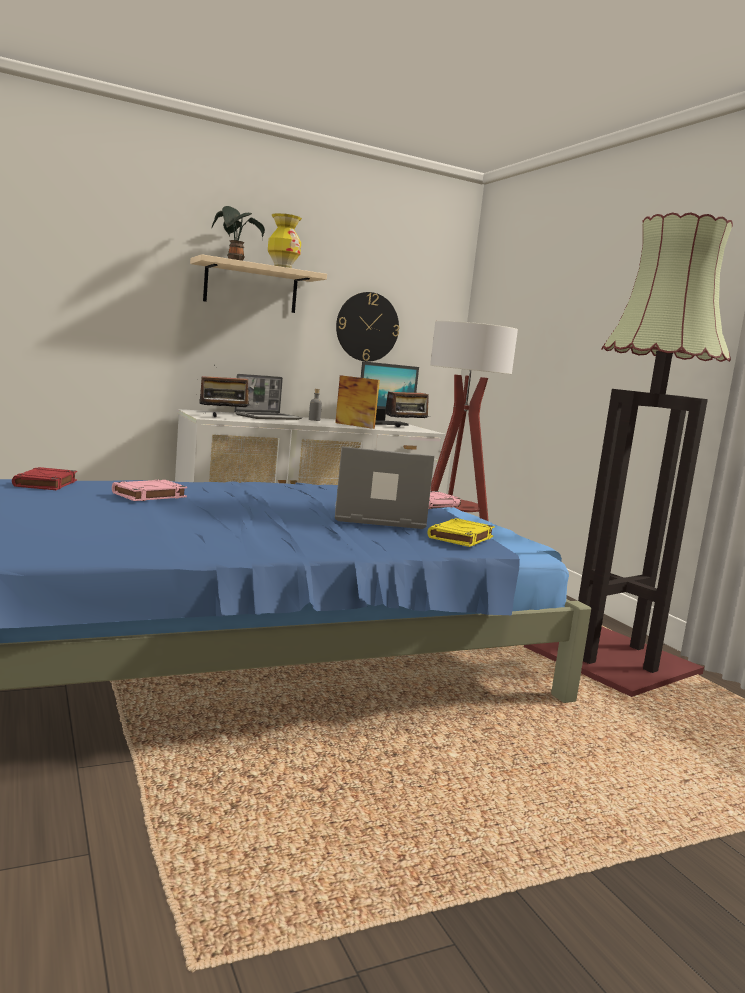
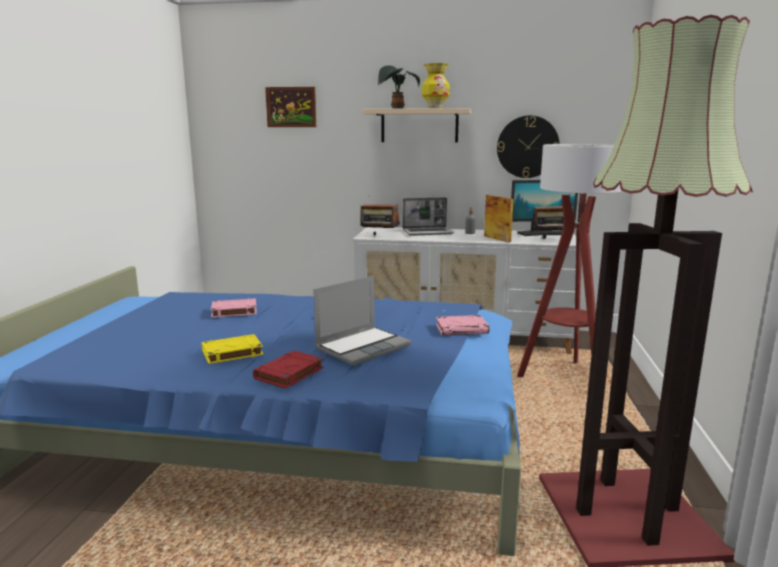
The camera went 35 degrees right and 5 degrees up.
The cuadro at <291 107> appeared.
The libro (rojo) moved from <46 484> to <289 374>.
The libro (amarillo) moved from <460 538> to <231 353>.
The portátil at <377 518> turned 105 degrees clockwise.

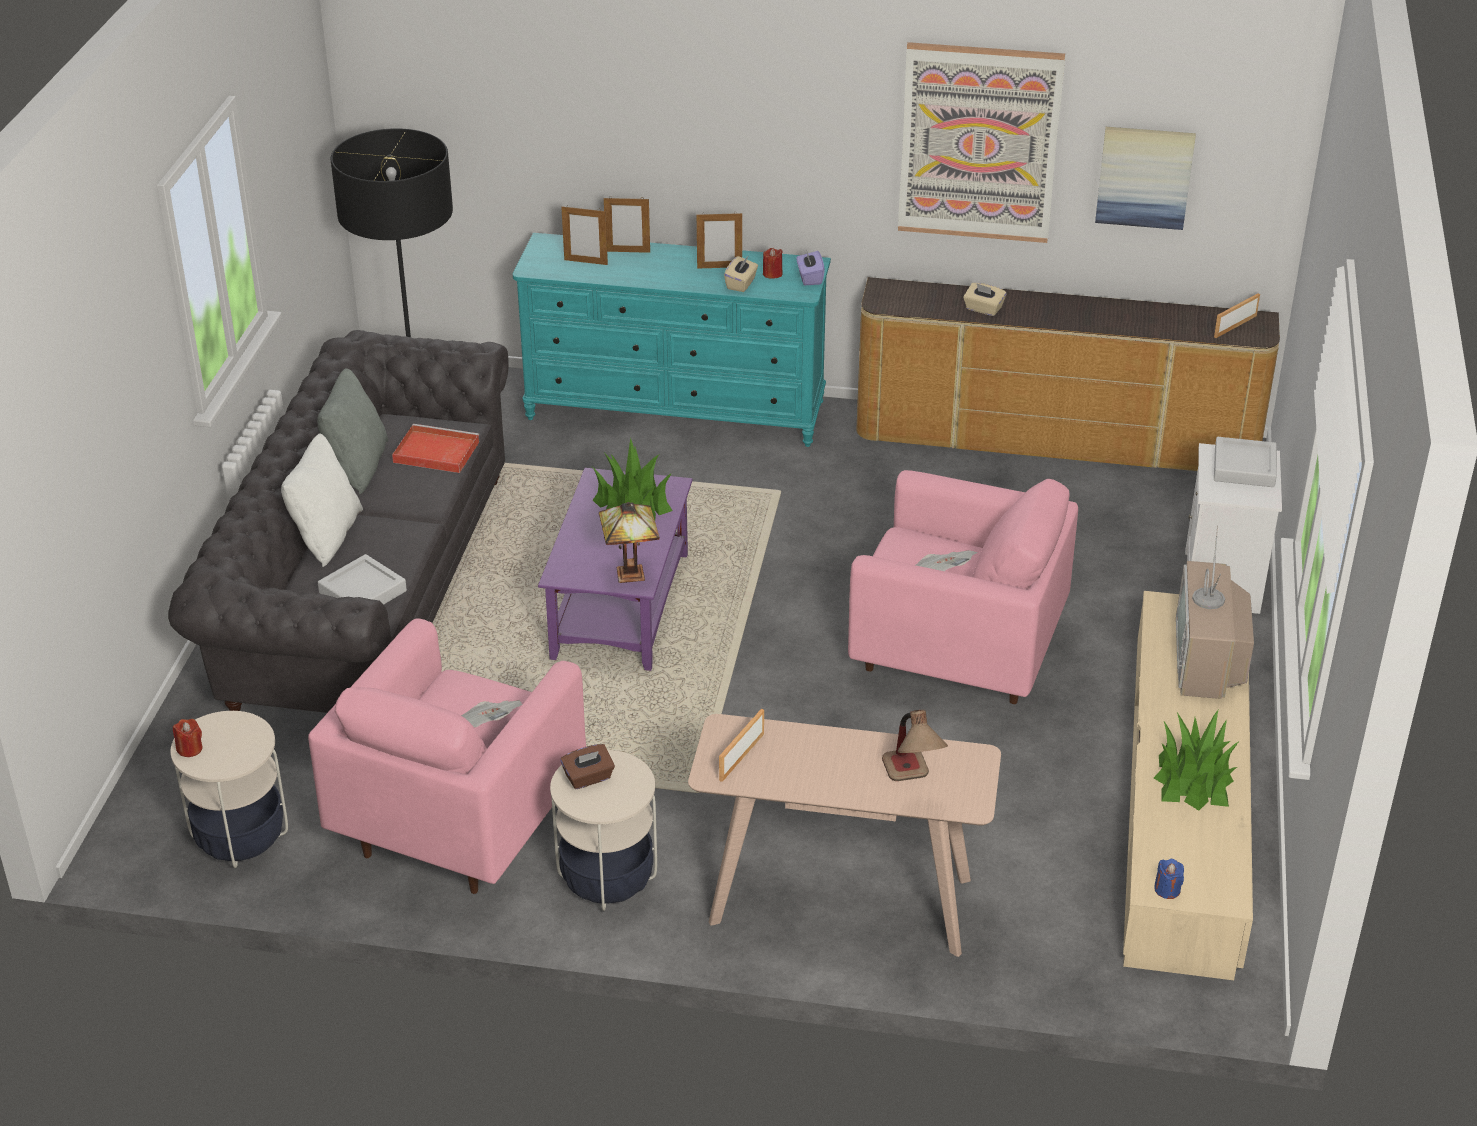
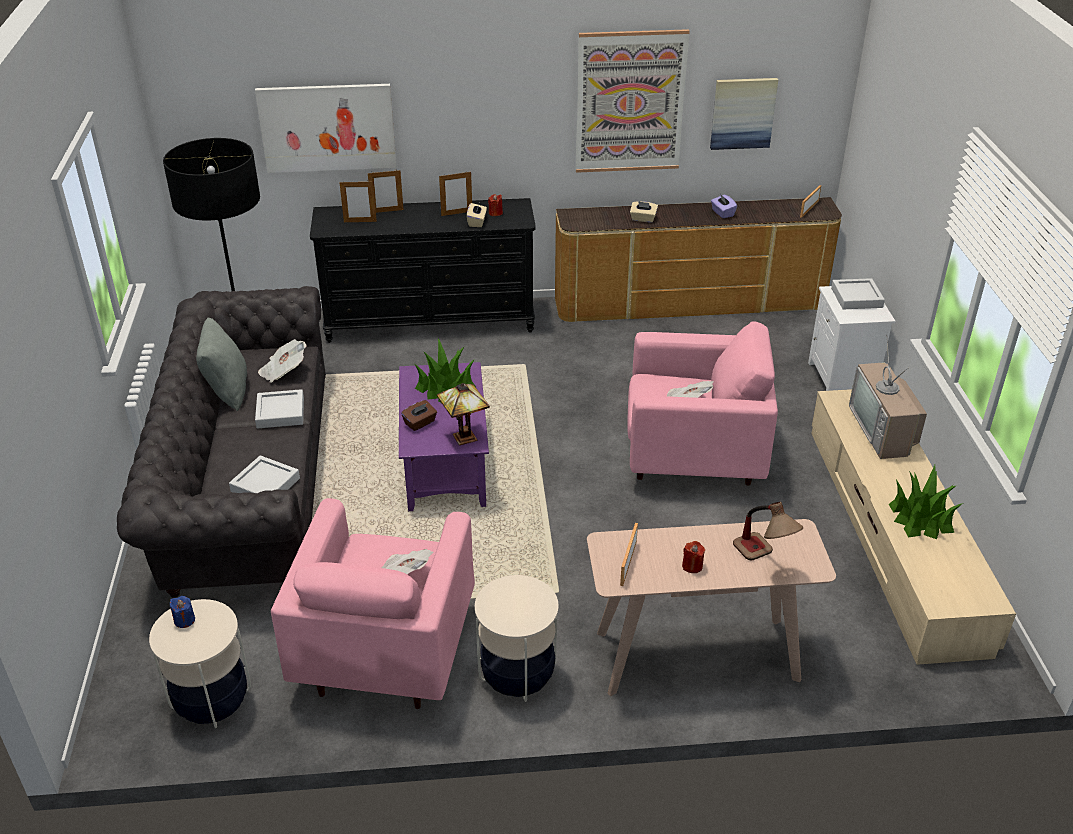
The camera went 15 degrees left and 0 degrees up.
The cojín (blanco) at <326 536> disappeared.
The cuadro at <327 127> appeared.
The bandeja (gris) at <280 413> appeared.
The vela (rojo) moved from <190 749> to <692 566>.
The caja de pañuelos (marrón) moved from <588 778> to <420 423>.
The caja de pañuelos (morado) moved from <809 278> to <722 213>.
The vela (azul) moved from <1167 889> to <184 620>.
The bandeja (rojo) at <434 452> was replaced by the periódico at <283 372>.
The cómoda (turquesa) at <676 411> became the cómoda (negro) at <431 322>.

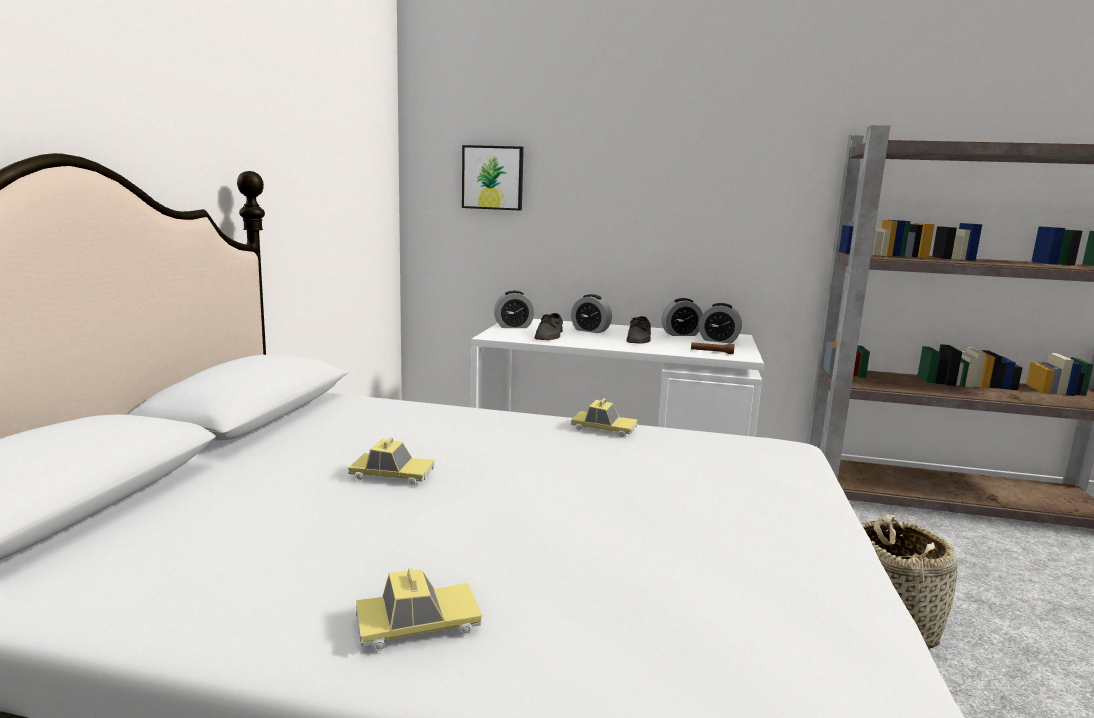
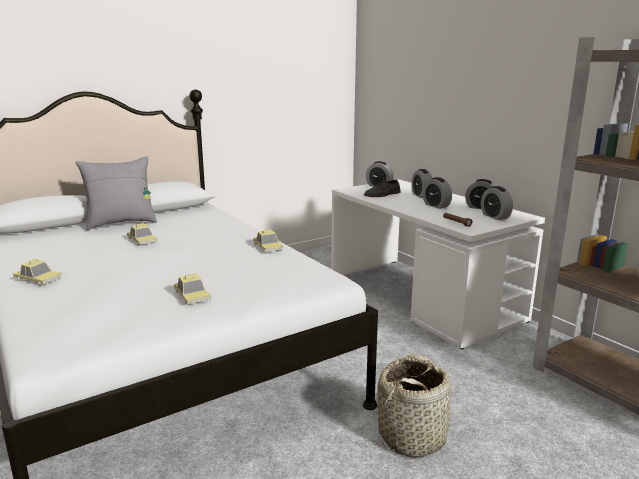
The camera went 45 degrees right and 5 degrees up.
The cuadro at <493 178> disappeared.
The cojín (gris) at <121 224> appeared.
The coche de juguete at <192 296> appeared.
The zapato (gris) at <639 339> was replaced by the despertador at <436 205>.

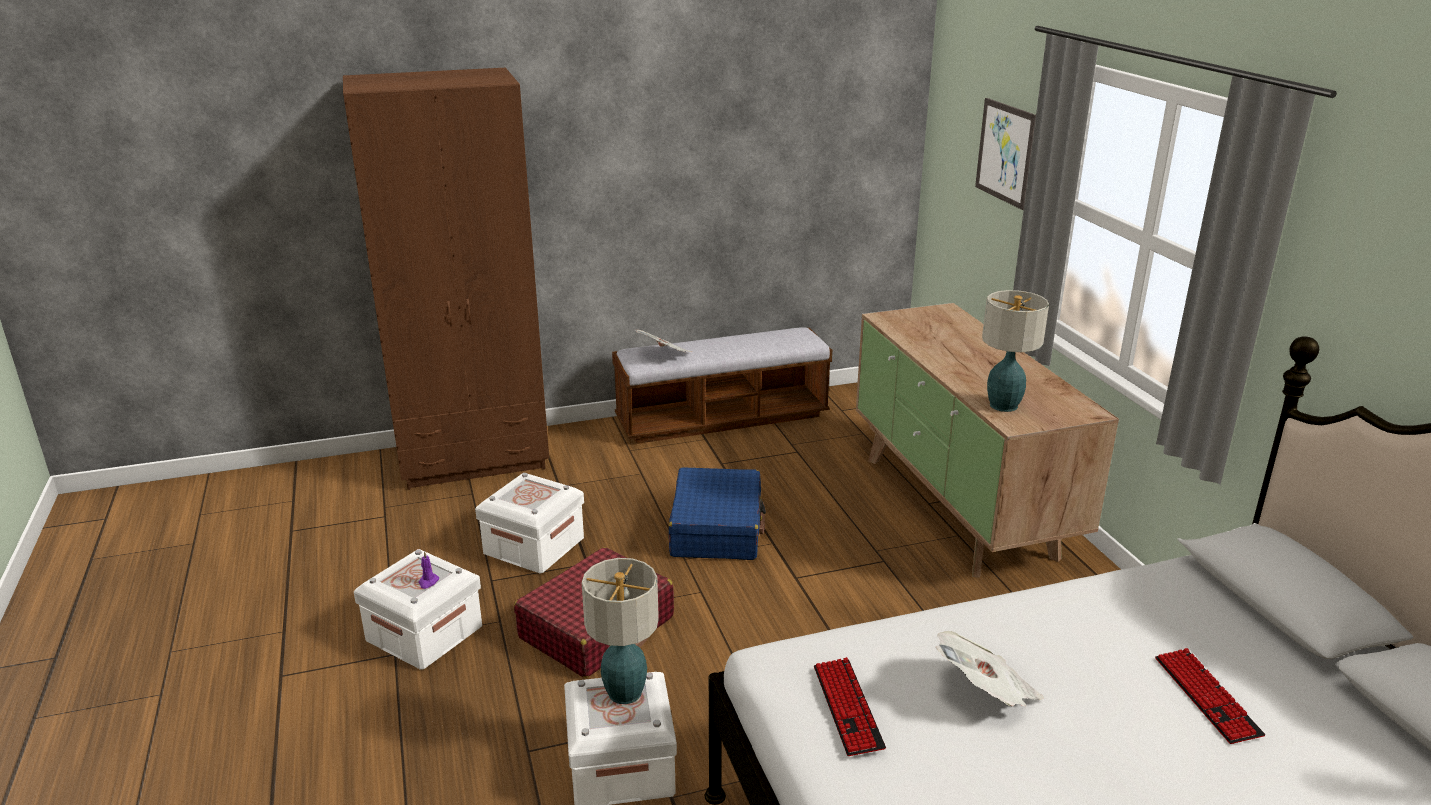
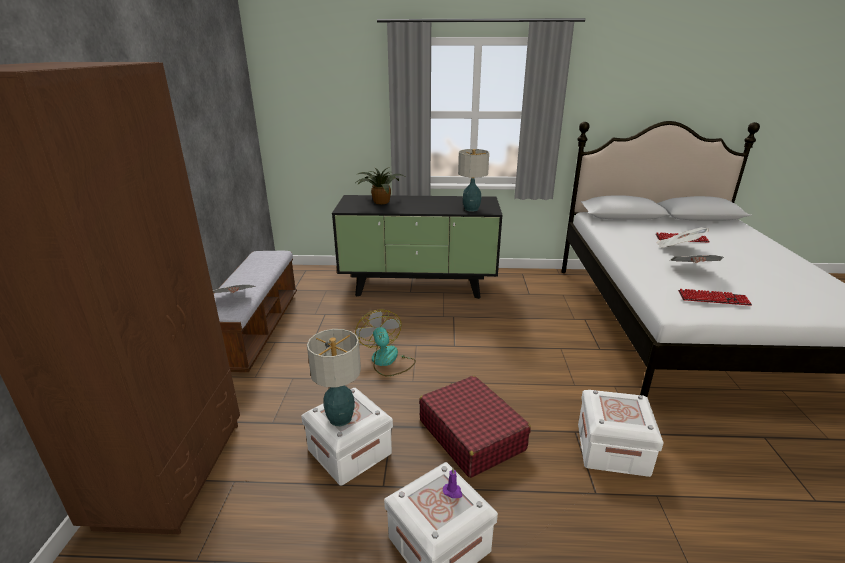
The camera went 70 degrees left and 0 degrees up.
The cuadro at <1005 152> disappeared.
The planta en maceta at <380 202> appeared.
The periódico at <678 248> appeared.
The lámpara de mesa moved from <624 692> to <339 418>.
The maleta (azul) at <717 529> was replaced by the ventilador at <387 361>.
The cómoda (verde) at <960 506> became the cómoda (negro) at <418 285>.

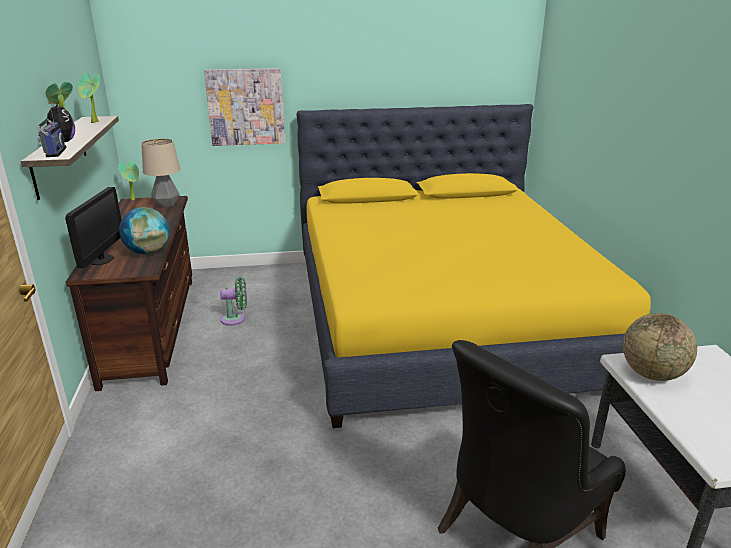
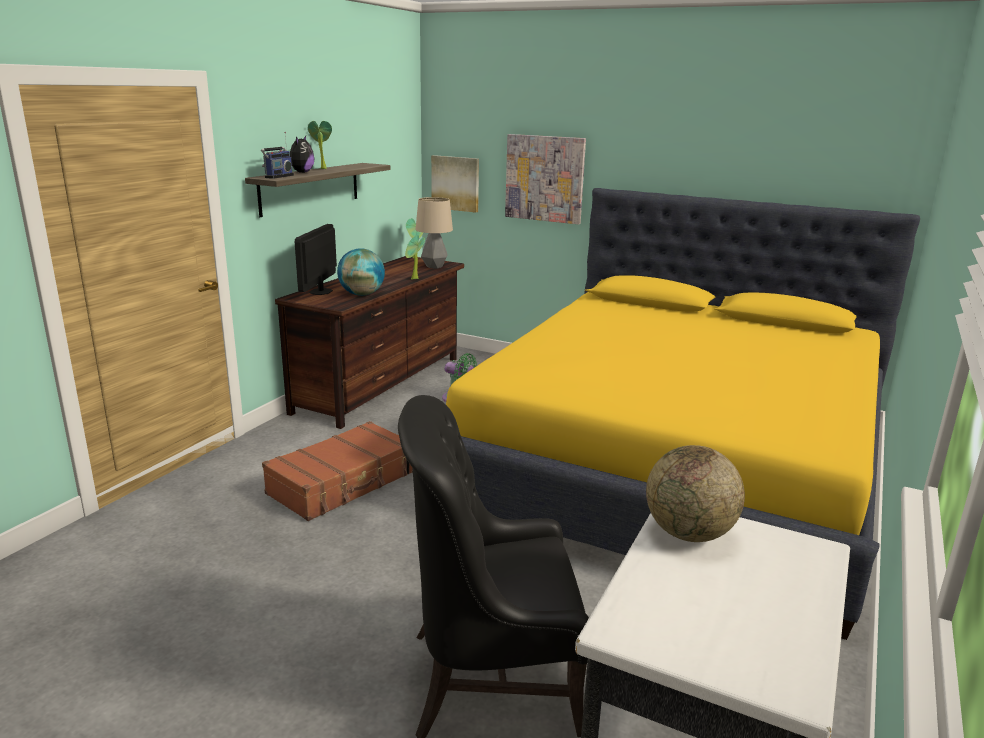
The camera went 35 degrees right and 5 degrees down.
The maleta (marrón) at <343 483> appeared.
The cuadro at <456 183> appeared.
The planta en maceta moved from <95 122> to <414 279>.
The monitor at <101 259> turned 150 degrees clockwise.

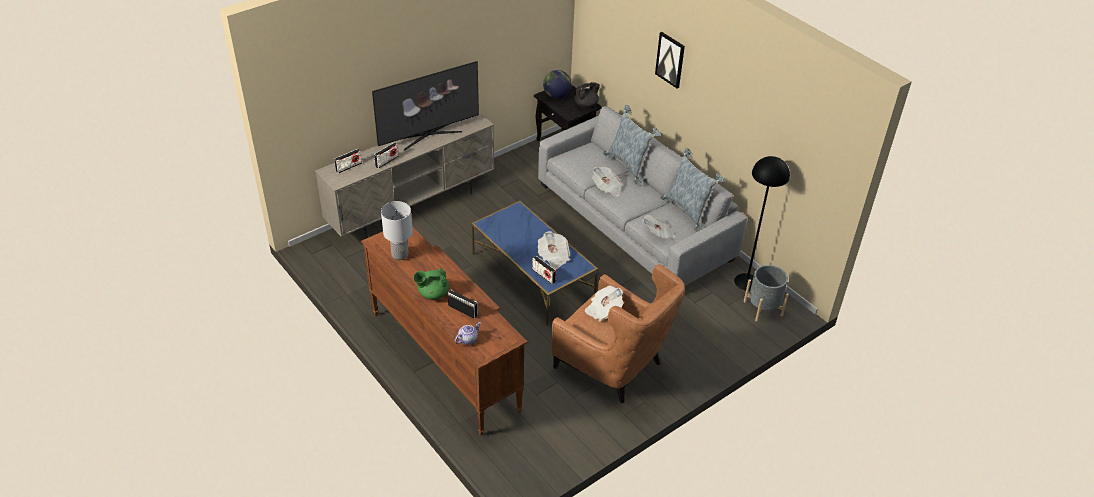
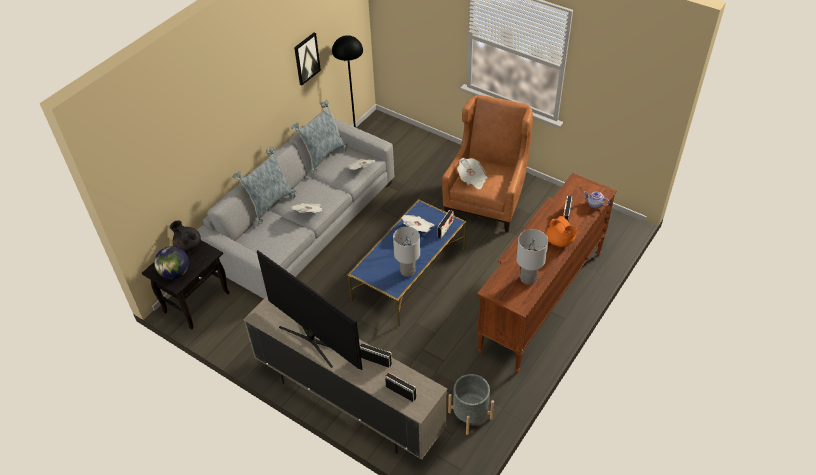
The camera went 105 degrees left and 5 degrees up.
The lámpara de mesa (gris) at <407 272> appeared.
The cuadro moved from <670 59> to <306 58>.
The maceta (gris) moved from <763 308> to <470 415>.
The tetera (verde) at <433 293> became the tetera (naranja) at <560 241>.

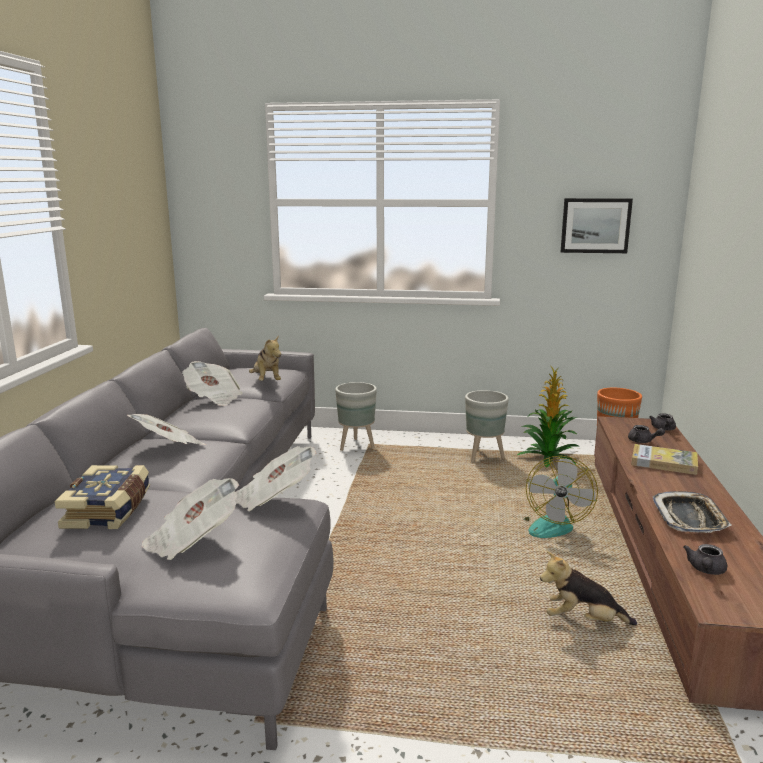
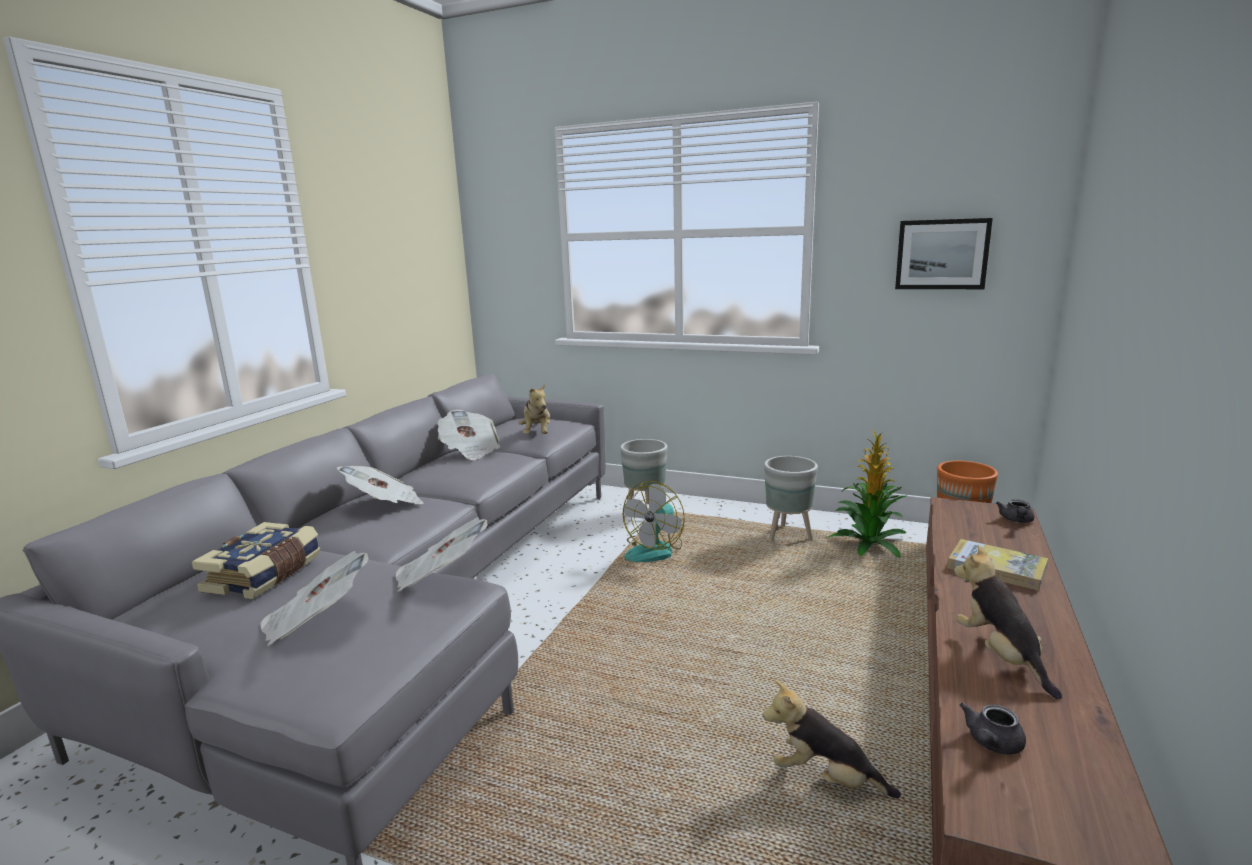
The camera went 15 degrees right and 0 degrees up.
The tetera (gris) at <643 441> disappeared.
The ventilador moved from <551 524> to <655 550>.
The bandeja at <689 518> was replaced by the peluche at <1000 656>.

